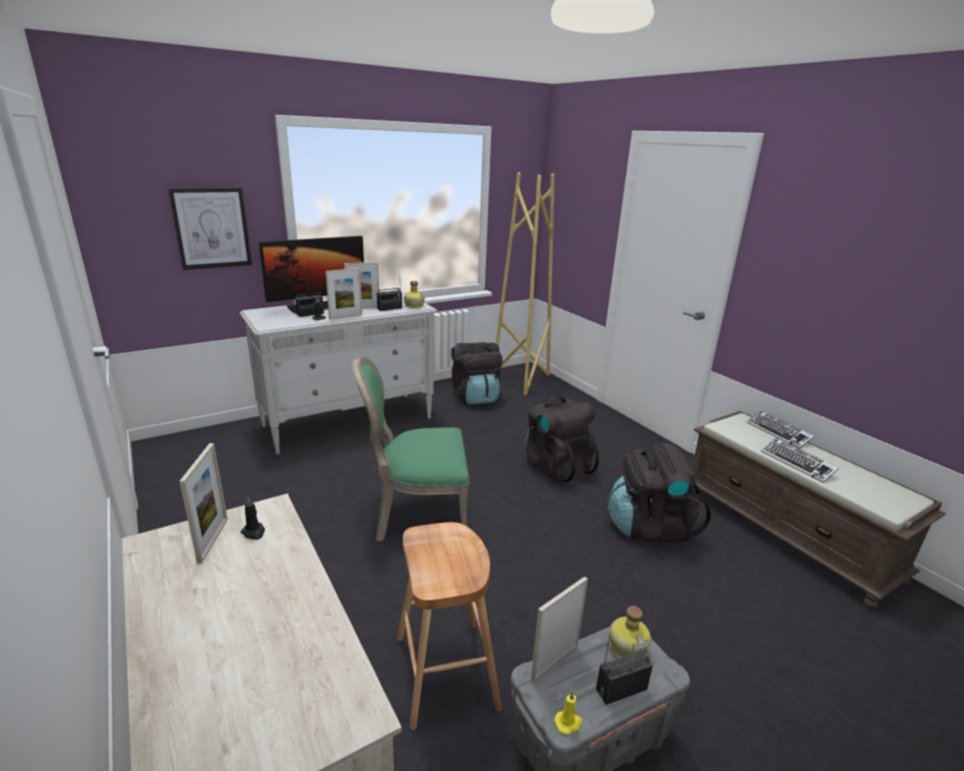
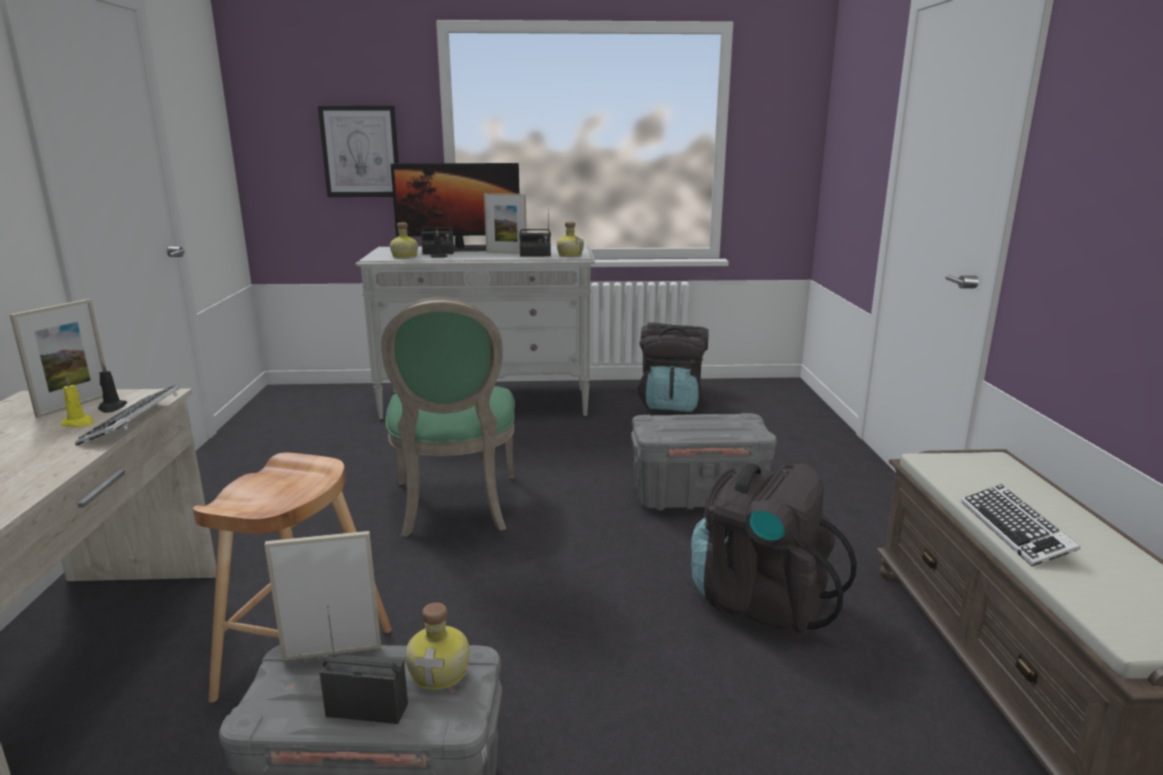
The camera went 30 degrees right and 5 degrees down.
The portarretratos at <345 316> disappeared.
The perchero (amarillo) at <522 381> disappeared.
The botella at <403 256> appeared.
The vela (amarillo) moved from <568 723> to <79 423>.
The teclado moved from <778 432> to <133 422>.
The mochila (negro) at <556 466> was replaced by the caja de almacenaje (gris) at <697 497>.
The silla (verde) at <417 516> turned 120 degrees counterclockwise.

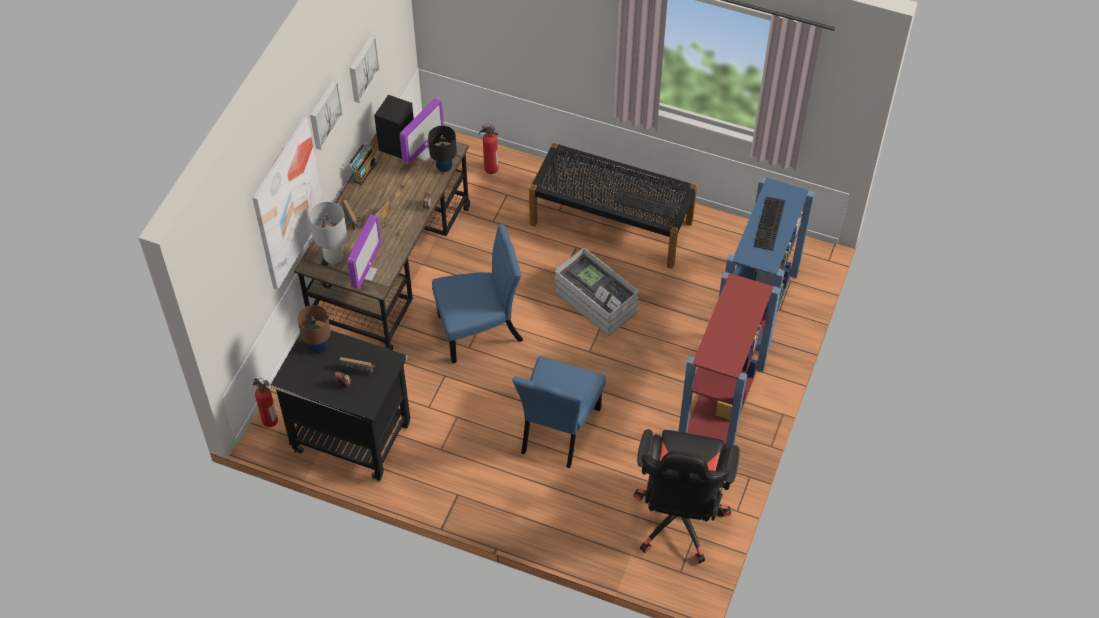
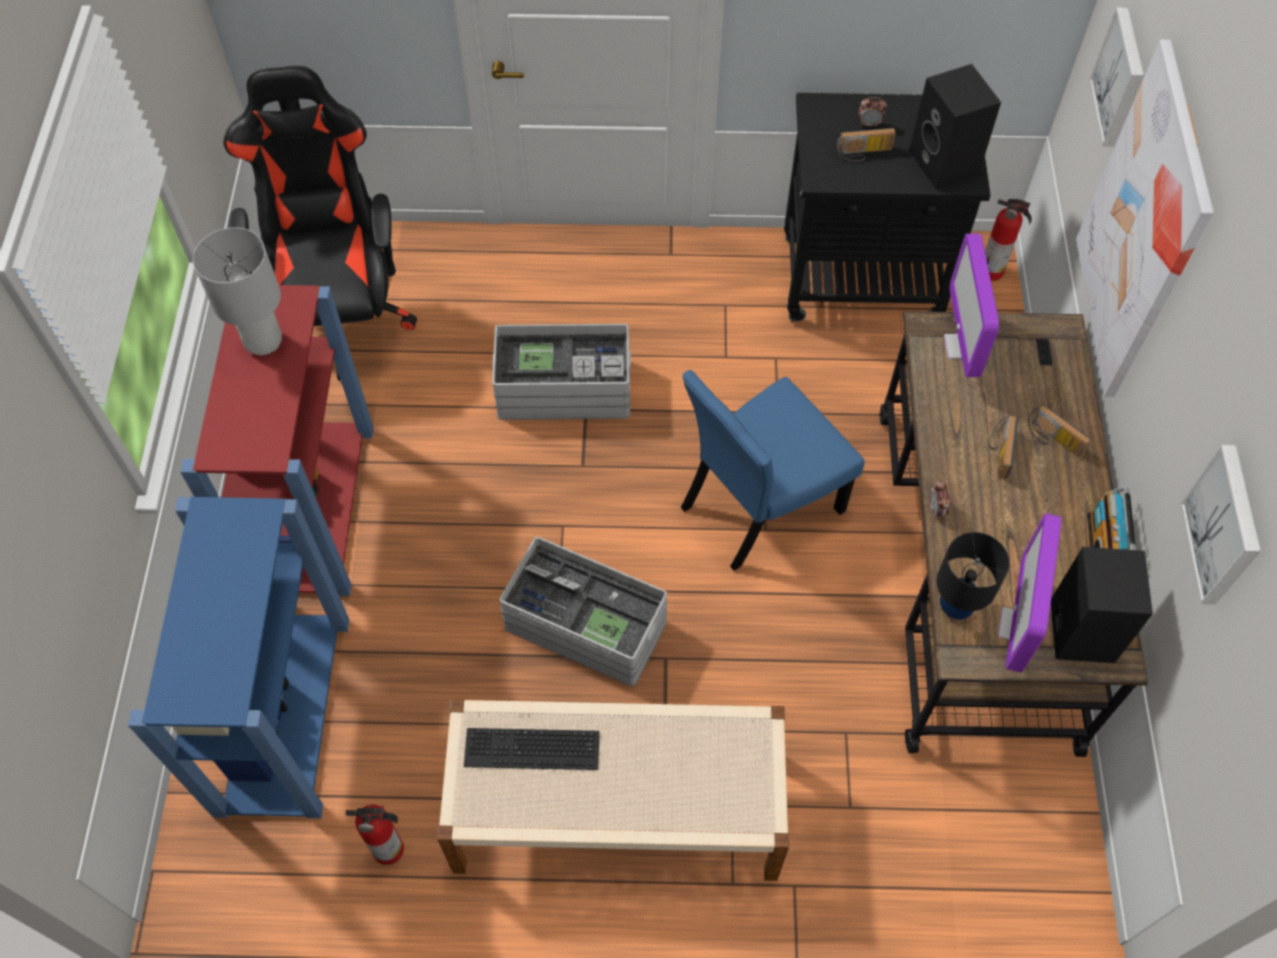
The camera went 160 degrees right and 5 degrees up.
The teclado at <770 224> disappeared.
The lámpara de mesa (gris) moved from <334 258> to <263 343>.
The cuadro moved from <323 114> to <1121 77>.
The extintor moved from <490 168> to <390 849>.
The lámpara de mesa (marrón) at <318 347> was replaced by the altavoz (negro) at <945 164>.
The silla (azul) at <559 428> was replaced by the caja de almacenaje (gris) at <564 387>.
The banco (negro) at <611 222> became the banco (beis) at <616 811>.

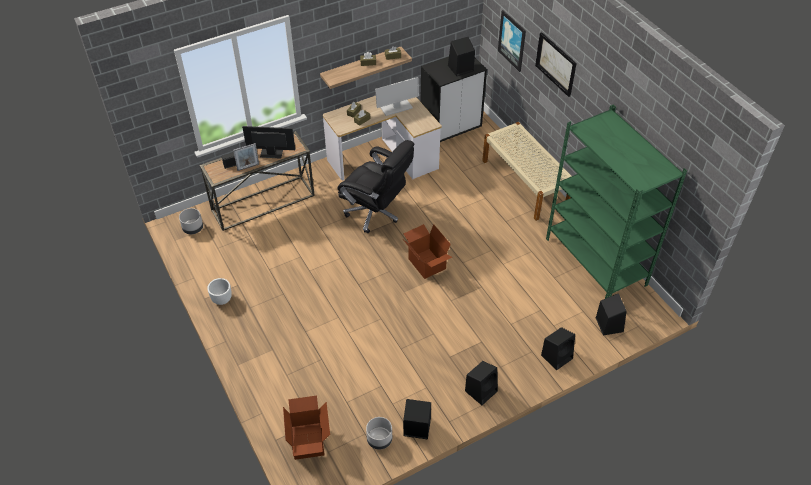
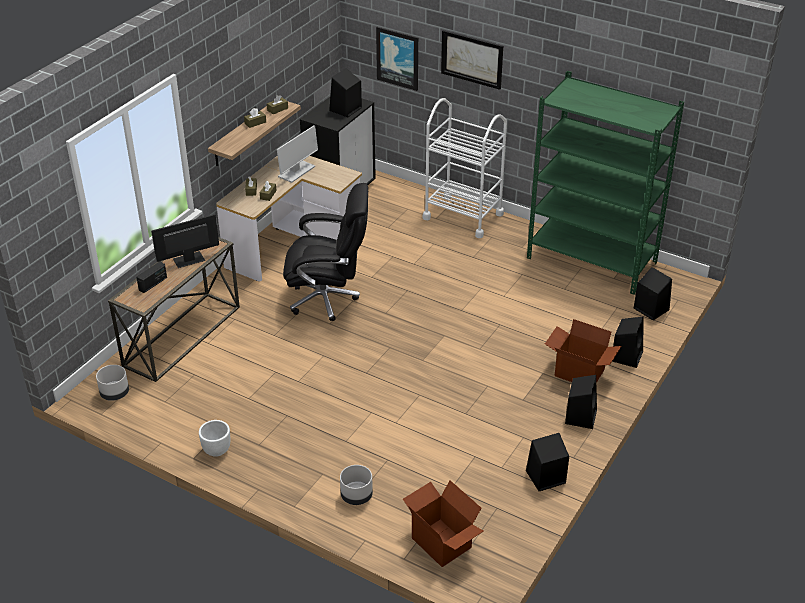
The camera went 30 degrees left and 10 degrees down.
The portarretratos at <248 167> disappeared.
The maceta (gris) moved from <379 439> to <356 496>.
The caja de cartón moved from <426 264> to <579 373>.
The banco (beis) at <525 183> was replaced by the carrito (blanco) at <463 216>.

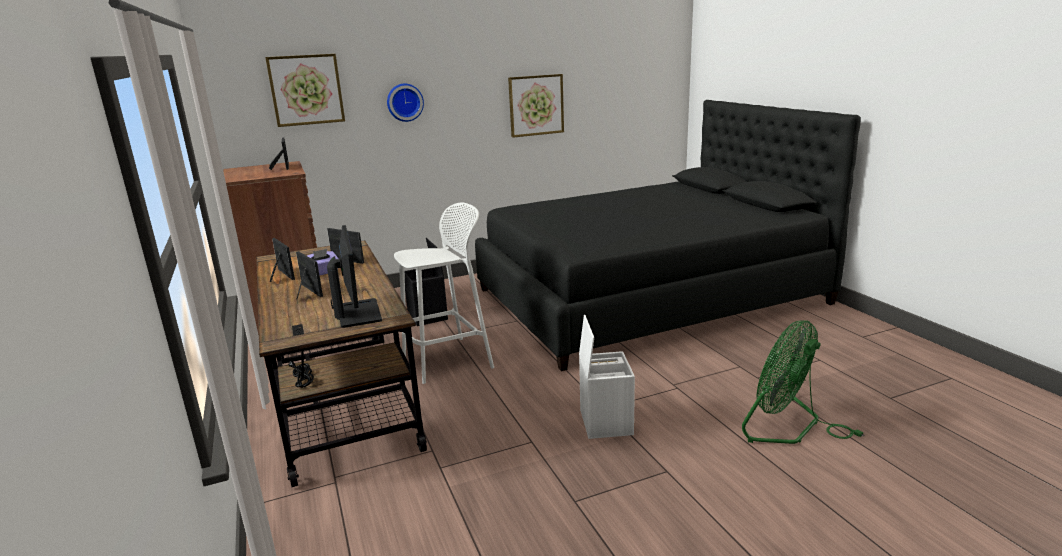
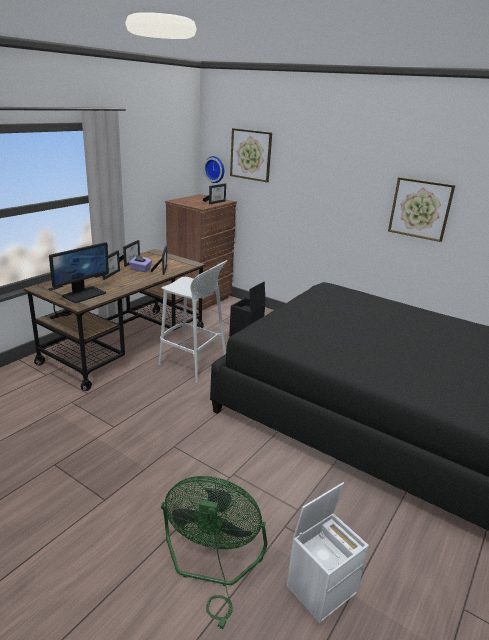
The camera went 55 degrees right and 5 degrees up.
The reloj de pared moved from <404 102> to <215 169>.
The caja de almacenaje (blanco) moved from <604 421> to <322 587>.

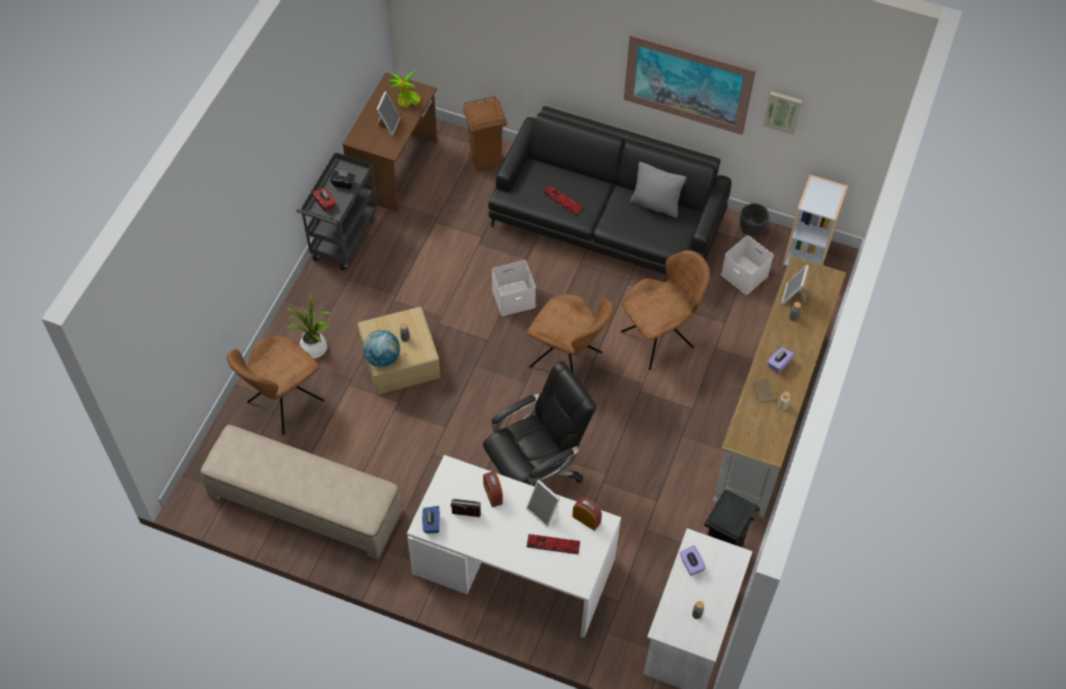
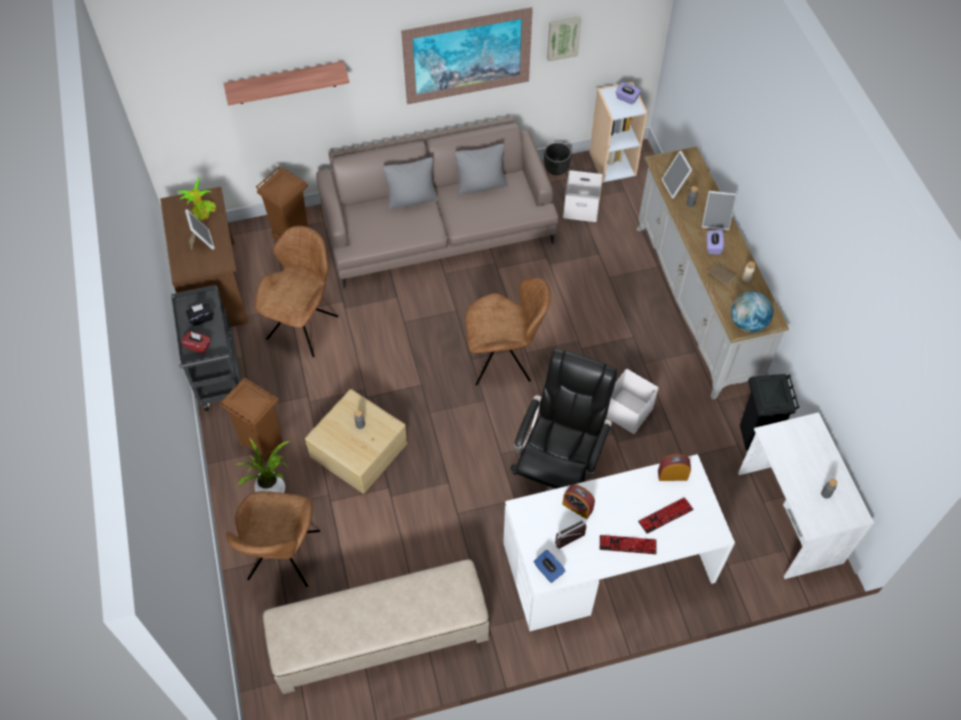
The camera went 35 degrees left and 0 degrees up.
The papelera (marrón) at <262 444> appeared.
The estante at <286 83> appeared.
The cojín (gris) at <412 199> appeared.
The globo terráqueo moved from <382 358> to <747 323>.
The caja de almacenaje (blanco) moved from <514 297> to <627 410>.
The portarretratos moved from <544 511> to <715 221>.
The teclado moved from <562 200> to <627 545>.
The silla (marrón) moved from <659 338> to <304 325>.
The caja de pañuelos (morado) moved from <691 565> to <627 98>.
The sofá (negro) at <608 219> became the sofá (beis) at <437 225>.

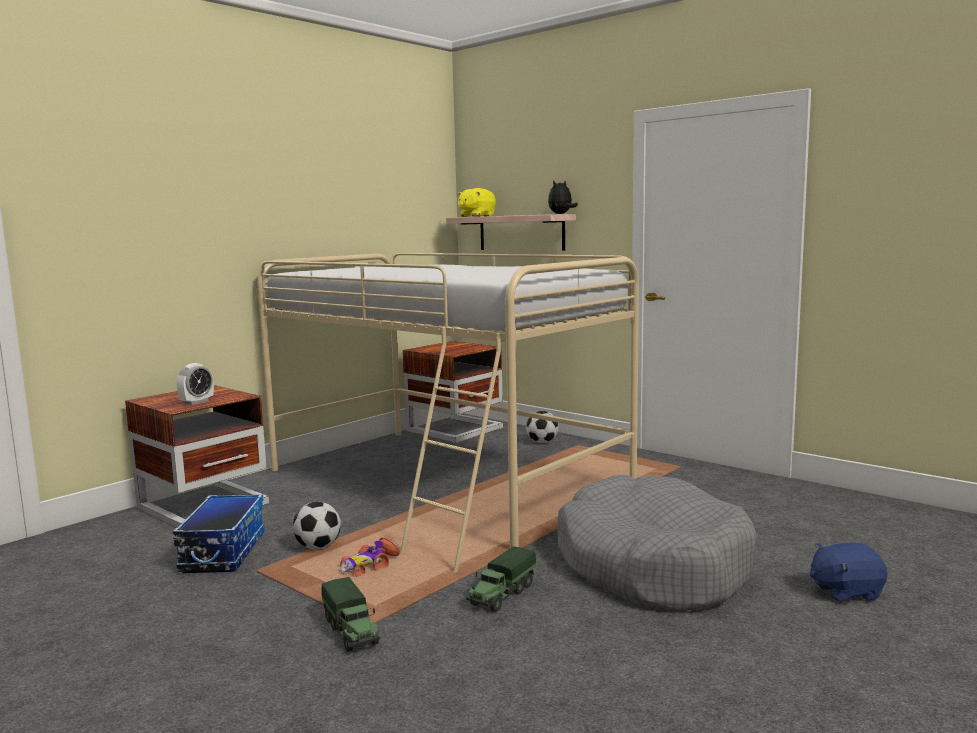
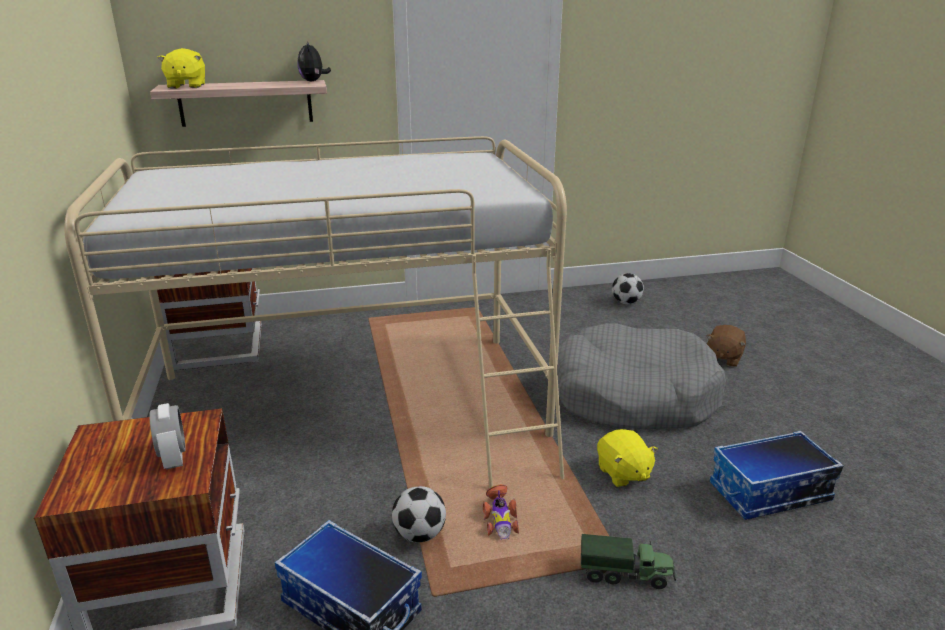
The camera went 55 degrees left and 15 degrees up.
The caja de almacenaje at <769 493> appeared.
The balón de fútbol moved from <542 442> to <626 303>.
The camión de juguete at <501 595> was replaced by the peluche (amarillo) at <623 473>.
The peluche (azul) at <845 592> became the peluche (marrón) at <723 358>.

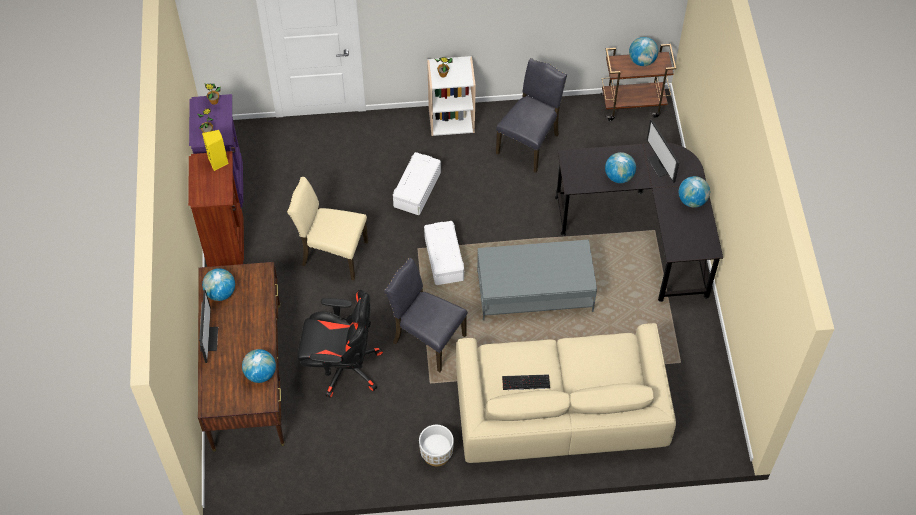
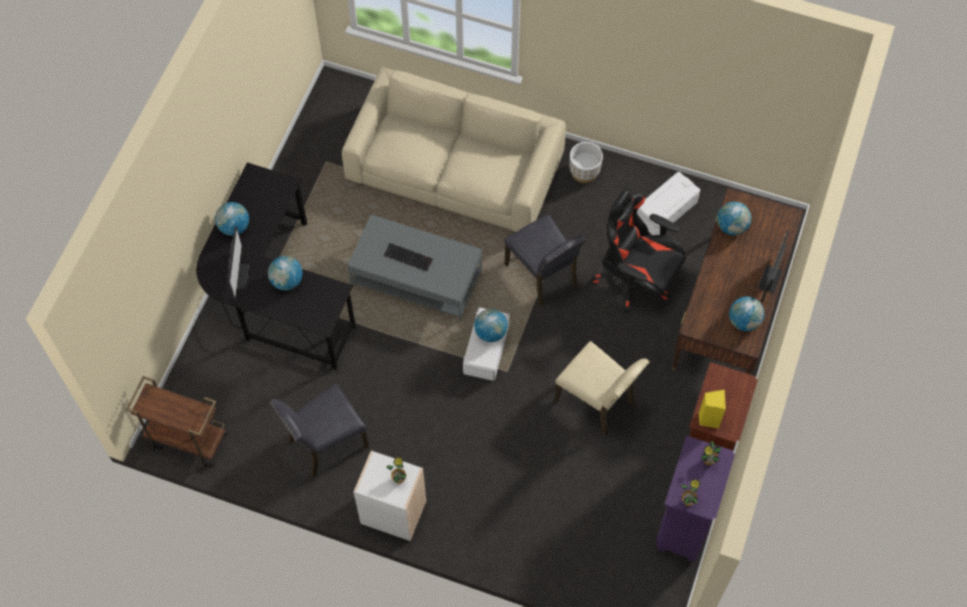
The camera went 155 degrees left and 5 degrees up.
The caja de almacenaje (blanco) moved from <417 190> to <665 210>.
The teclado moved from <525 383> to <409 257>.
The globo terráqueo moved from <642 61> to <490 332>.

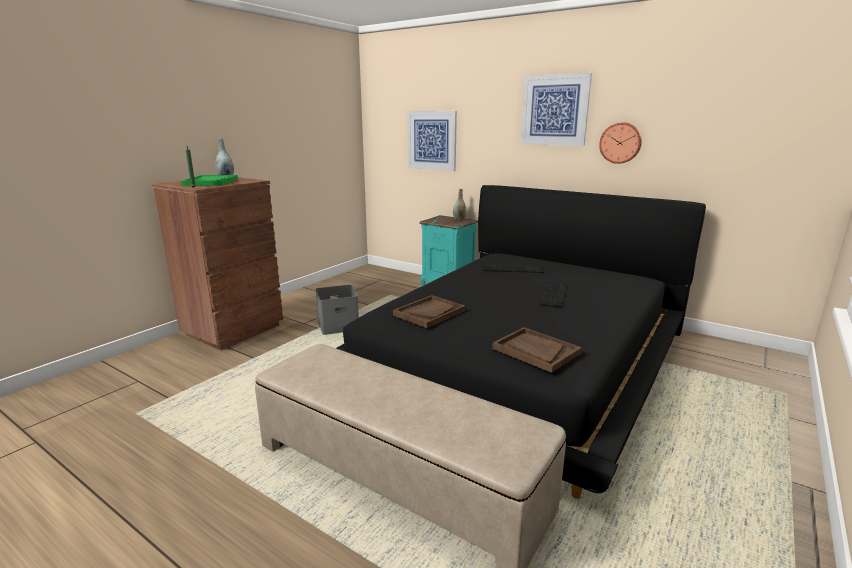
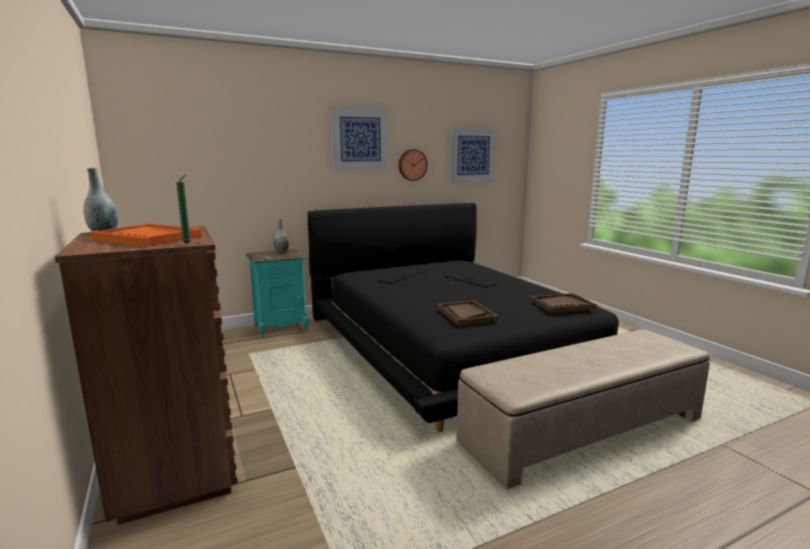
The camera went 60 degrees left and 5 degrees down.
The caja de almacenaje (gris) at <339 325> disappeared.
The cuadro moved from <432 140> to <472 155>.
The bandeja (verde) at <211 182> became the bandeja (naranja) at <148 238>.

